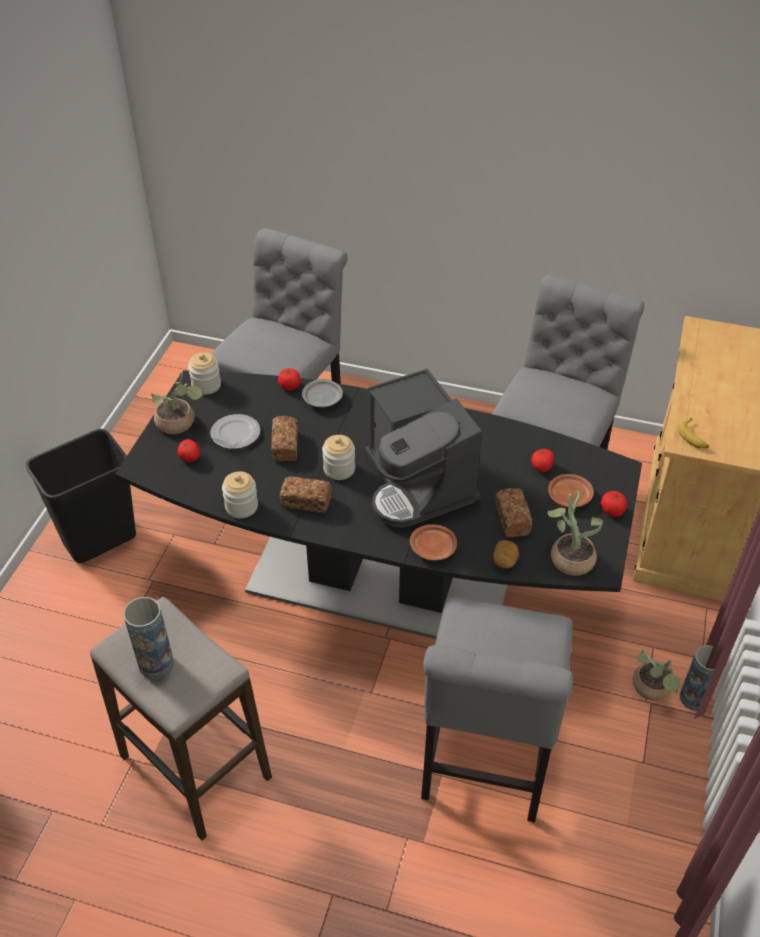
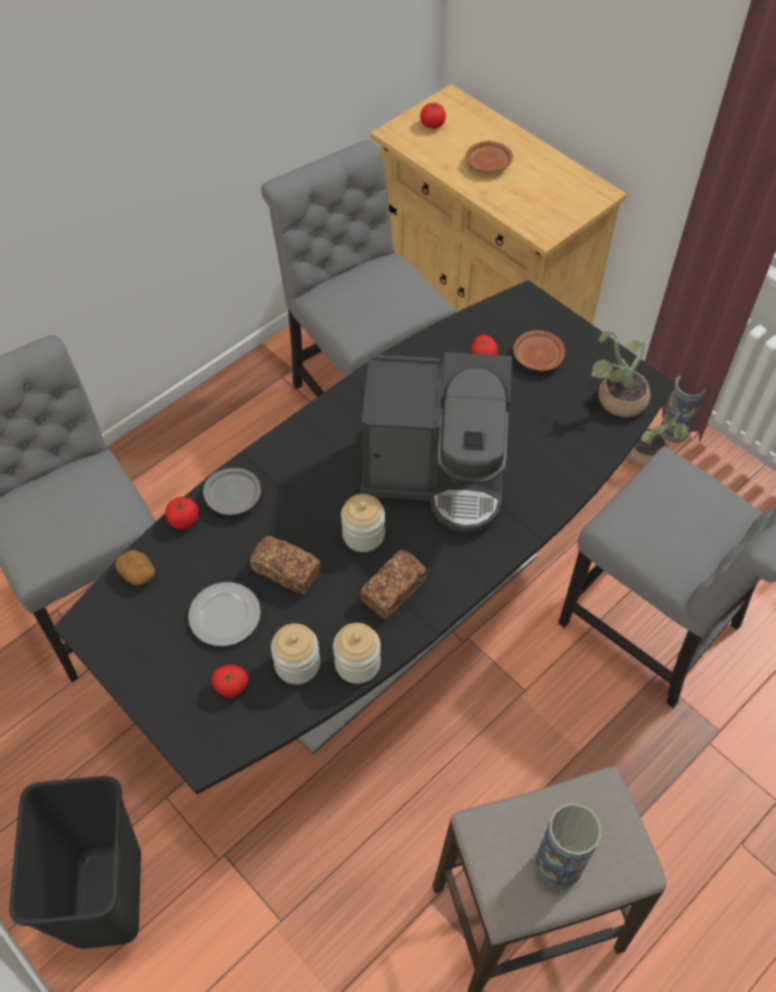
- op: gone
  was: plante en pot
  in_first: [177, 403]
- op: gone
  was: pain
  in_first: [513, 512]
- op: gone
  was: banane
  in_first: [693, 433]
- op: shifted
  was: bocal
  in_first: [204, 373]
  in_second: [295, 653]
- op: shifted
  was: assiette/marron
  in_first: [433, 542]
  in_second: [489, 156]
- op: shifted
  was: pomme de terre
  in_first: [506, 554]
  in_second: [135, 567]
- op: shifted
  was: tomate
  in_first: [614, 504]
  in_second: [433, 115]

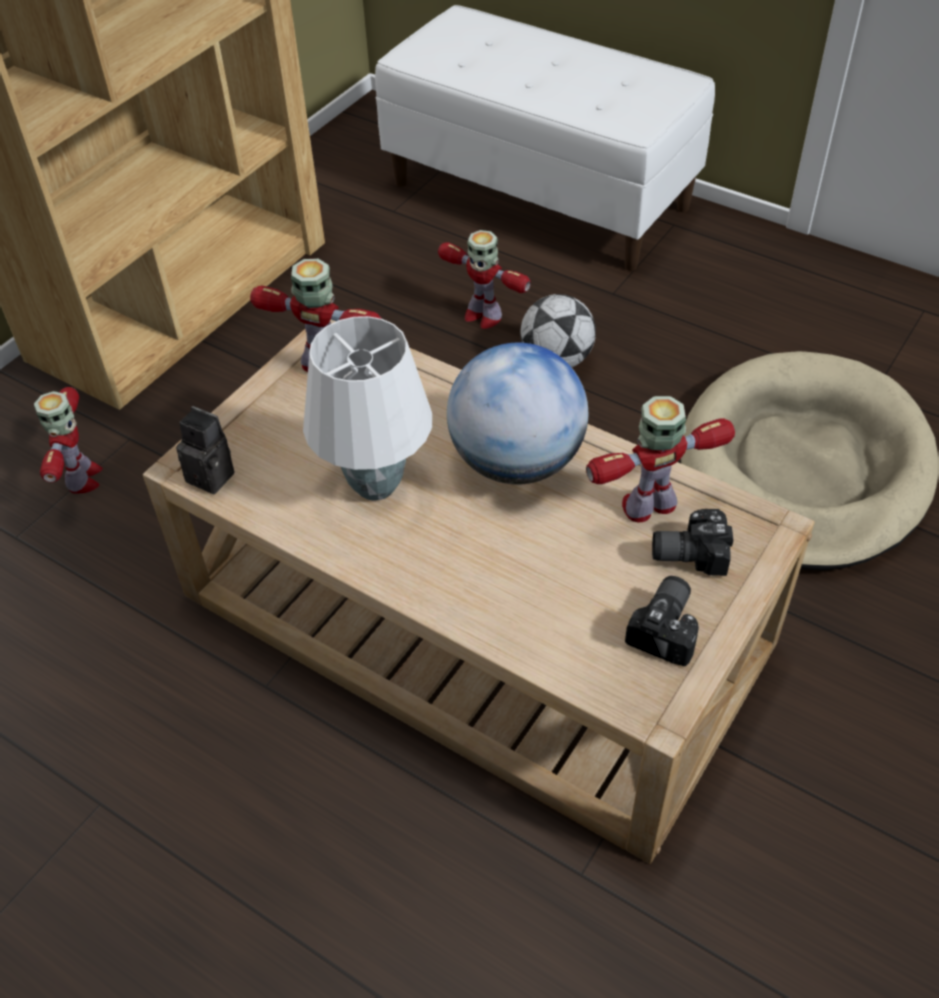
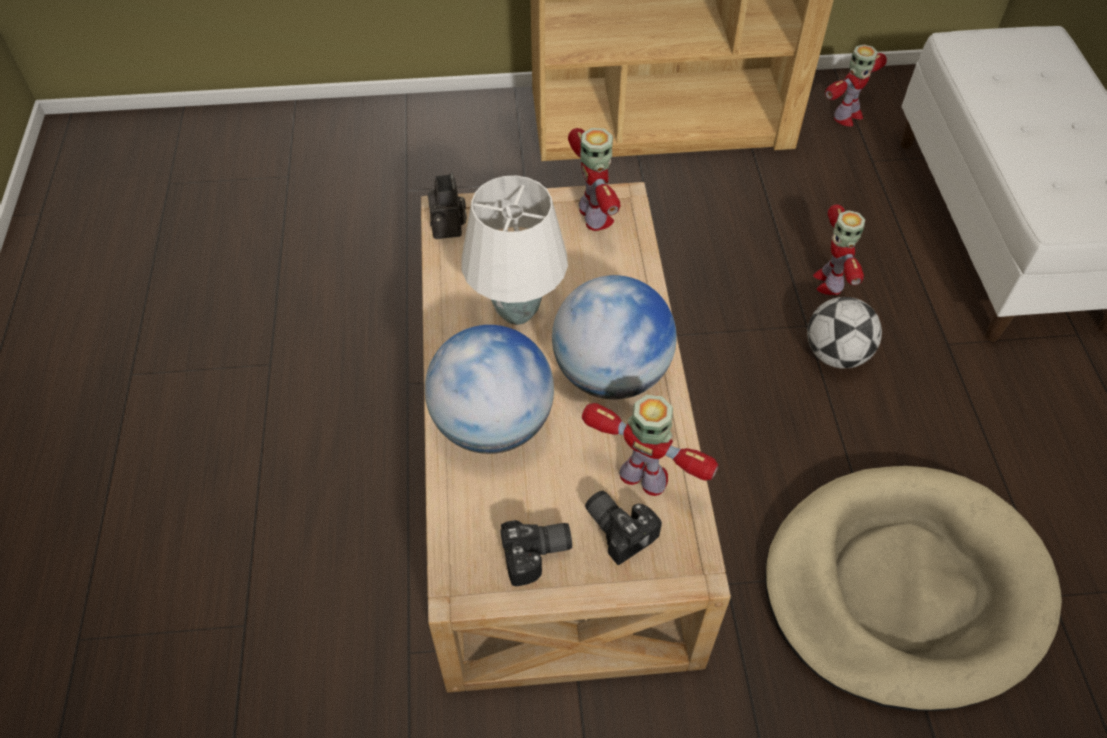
- op: new
  now: globe
  in_second: [489, 389]
- op: shifted
  was: robot jouet
  in_first: [68, 440]
  in_second: [856, 85]

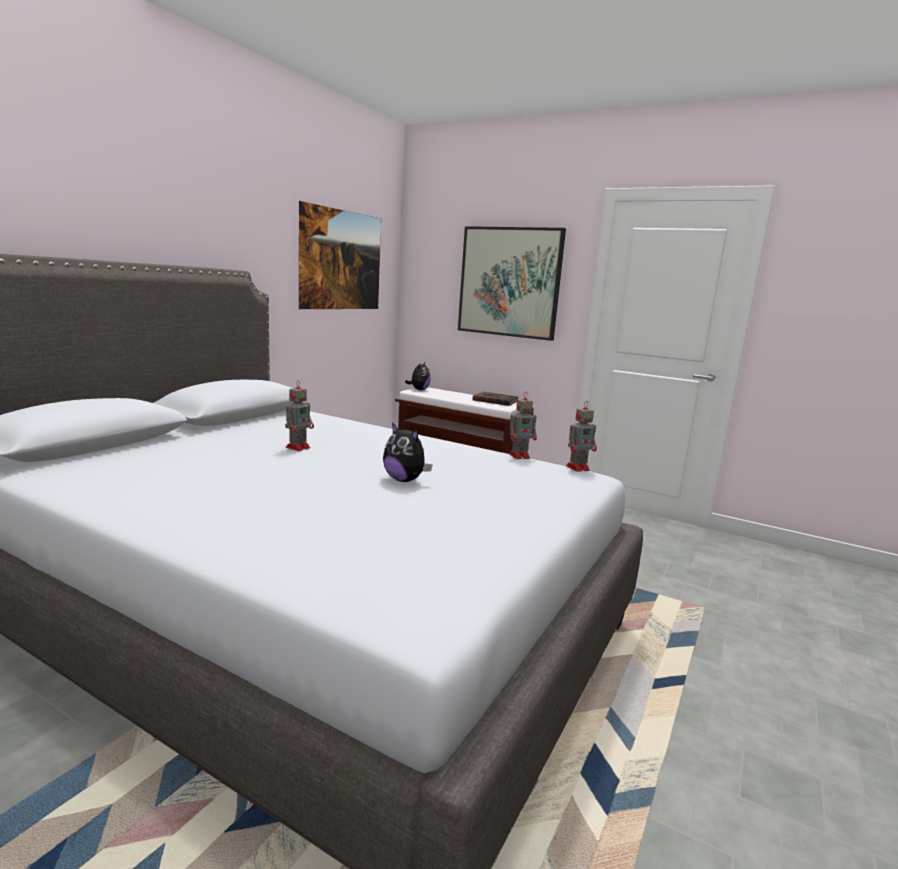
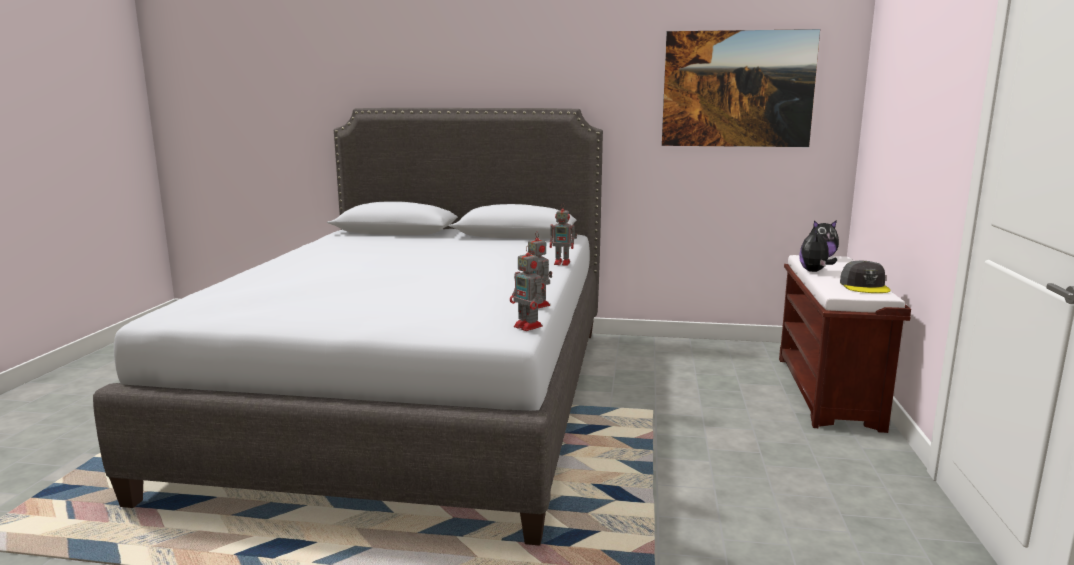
- op: gone
  was: tableau
  in_first: [512, 283]
- op: shifted
  was: robot jouet
  in_first: [299, 415]
  in_second: [563, 235]
- op: shifted
  was: peluche
  in_first: [407, 452]
  in_second: [818, 250]
- op: swapped
  was: livre/marron
  now: casquette/gris
  in_first: [496, 399]
  in_second: [865, 277]

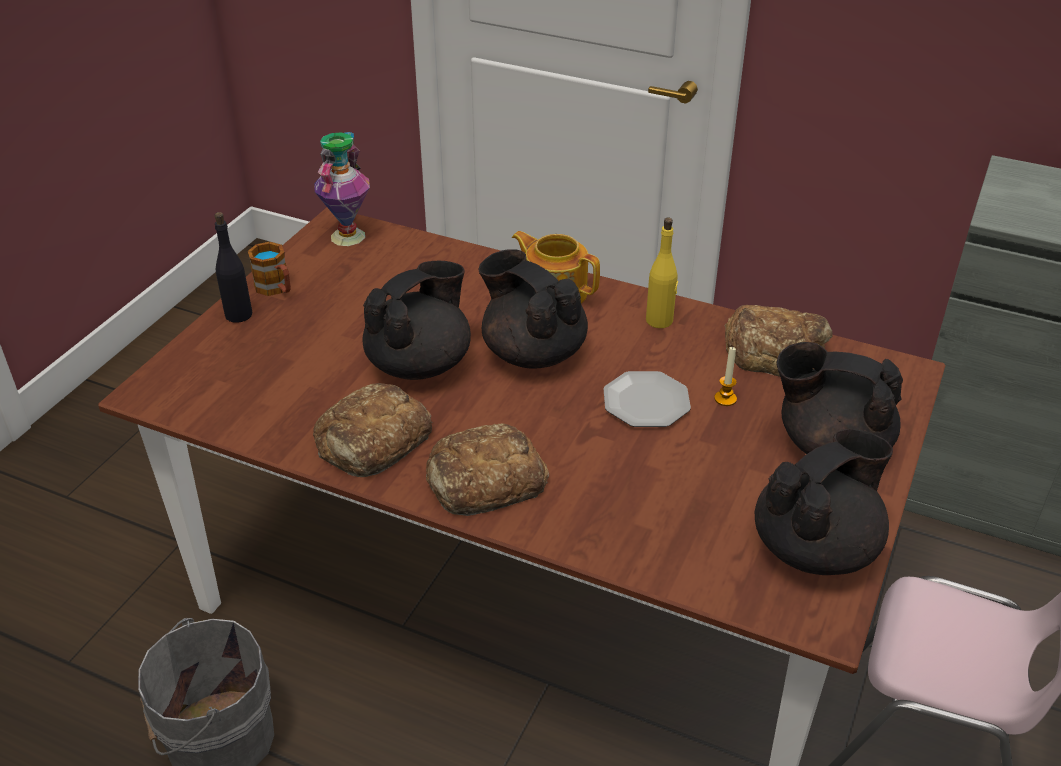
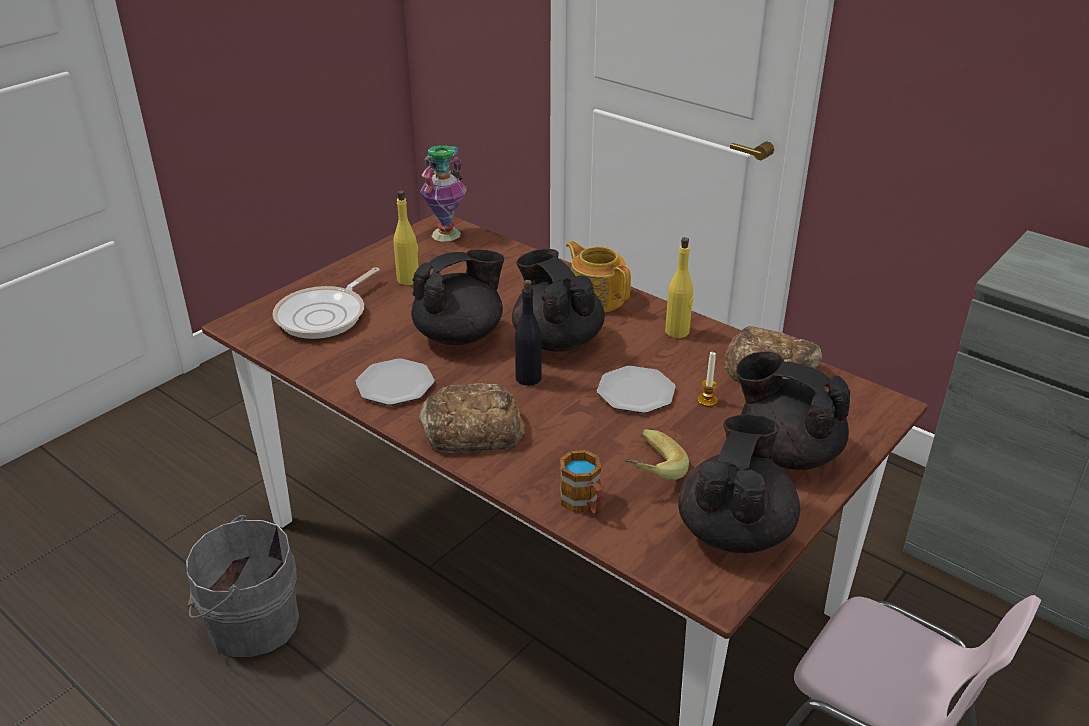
- op: new
  now: poêle
  in_second: [326, 303]
- op: new
  now: bouteille/jaune
  in_second: [406, 237]
- op: new
  now: banane
  in_second: [656, 454]
- op: shifted
  was: bouteille/noir
  in_first: [233, 267]
  in_second: [528, 333]
- op: shifted
  was: mug
  in_first: [269, 269]
  in_second: [581, 482]
- op: swapped
  was: pain
  now: assiette
  in_first: [372, 430]
  in_second: [395, 381]
- op: rotated
  was: théière/noir
  in_first: [824, 502]
  in_second: [739, 483]
  clockwise: -45

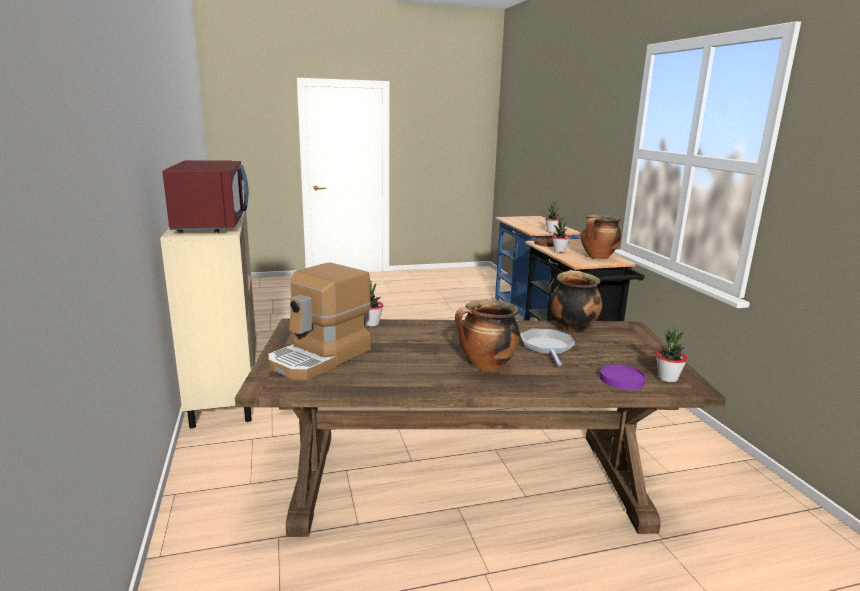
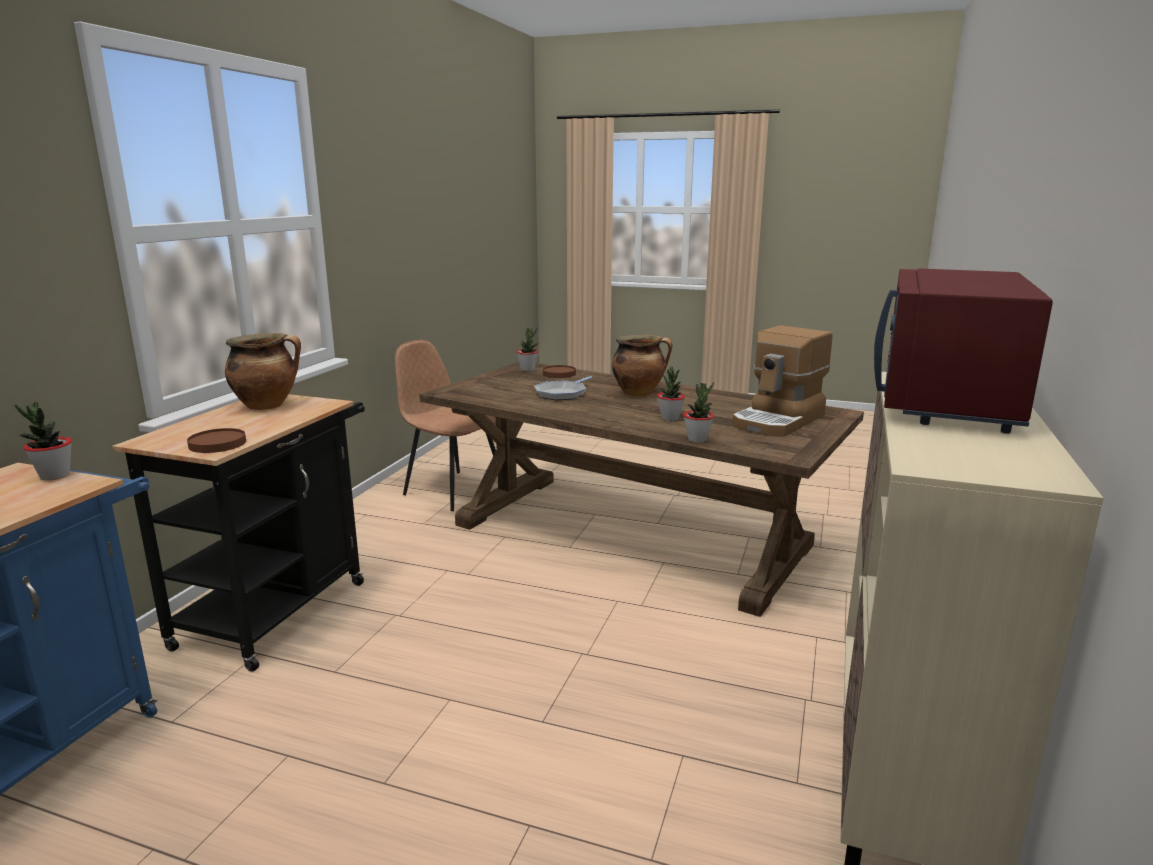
- op: gone
  was: marmite
  in_first: [576, 302]
- op: new
  now: chaise/marron
  in_second: [445, 425]
- op: shifted
  was: plante en pot
  in_first: [561, 235]
  in_second: [671, 394]
- op: repainted
  was: assiette/violet
  now: assiette/marron
  in_first: [623, 377]
  in_second: [559, 371]
- op: rotated
  was: machine à café
  in_first: [319, 321]
  in_second: [782, 381]
  clockwise: 150

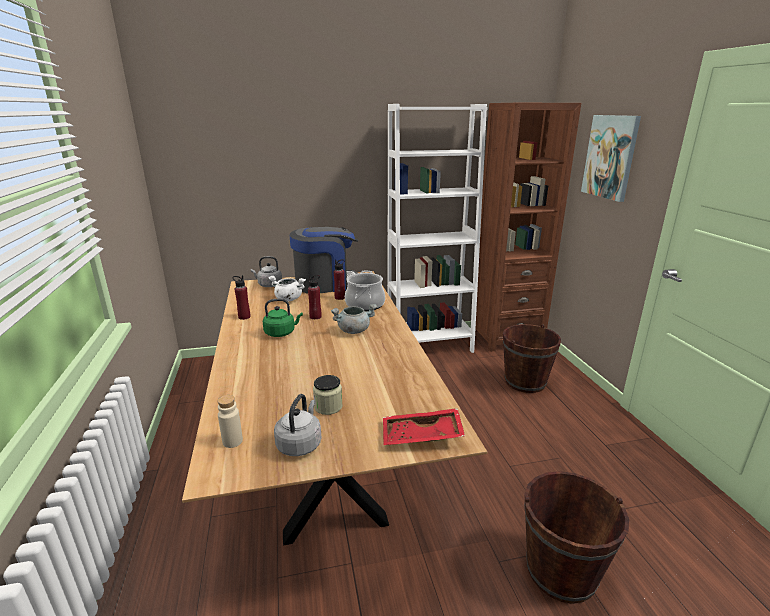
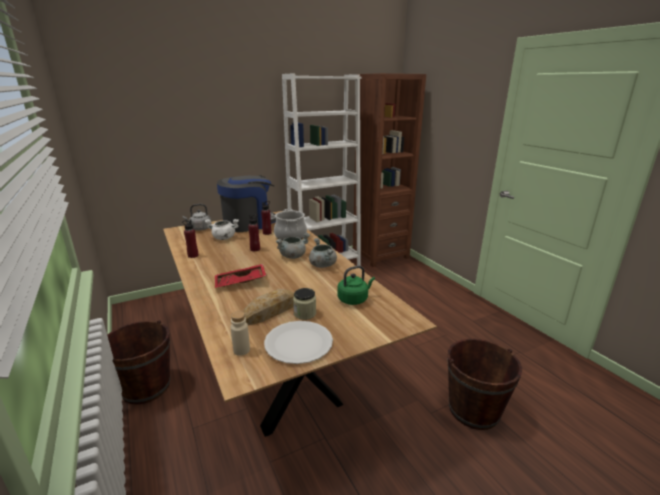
- op: gone
  was: tableau
  in_first: [611, 158]
- op: new
  now: pain
  in_second: [268, 307]
- op: new
  now: marmite/gris
  in_second: [323, 253]
- op: shifted
  was: bouilloire/vert
  in_first: [283, 318]
  in_second: [356, 285]
- op: shifted
  was: plateau/rouge
  in_first: [424, 426]
  in_second: [240, 276]
- op: shifted
  was: seau/marron
  in_first: [532, 358]
  in_second: [138, 362]
- op: swapped
  was: bouilloire/gris
  now: assiette/blanc
  in_first: [298, 425]
  in_second: [298, 342]

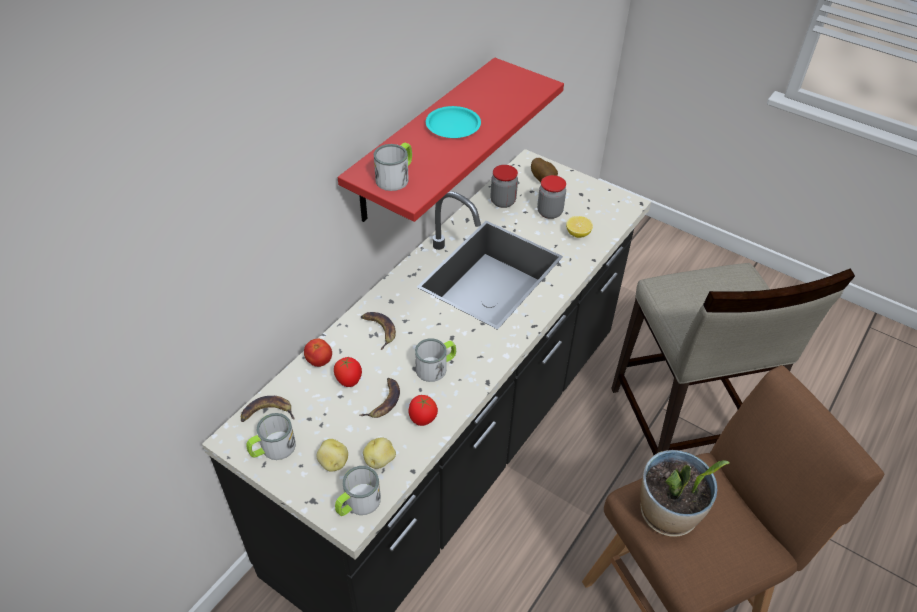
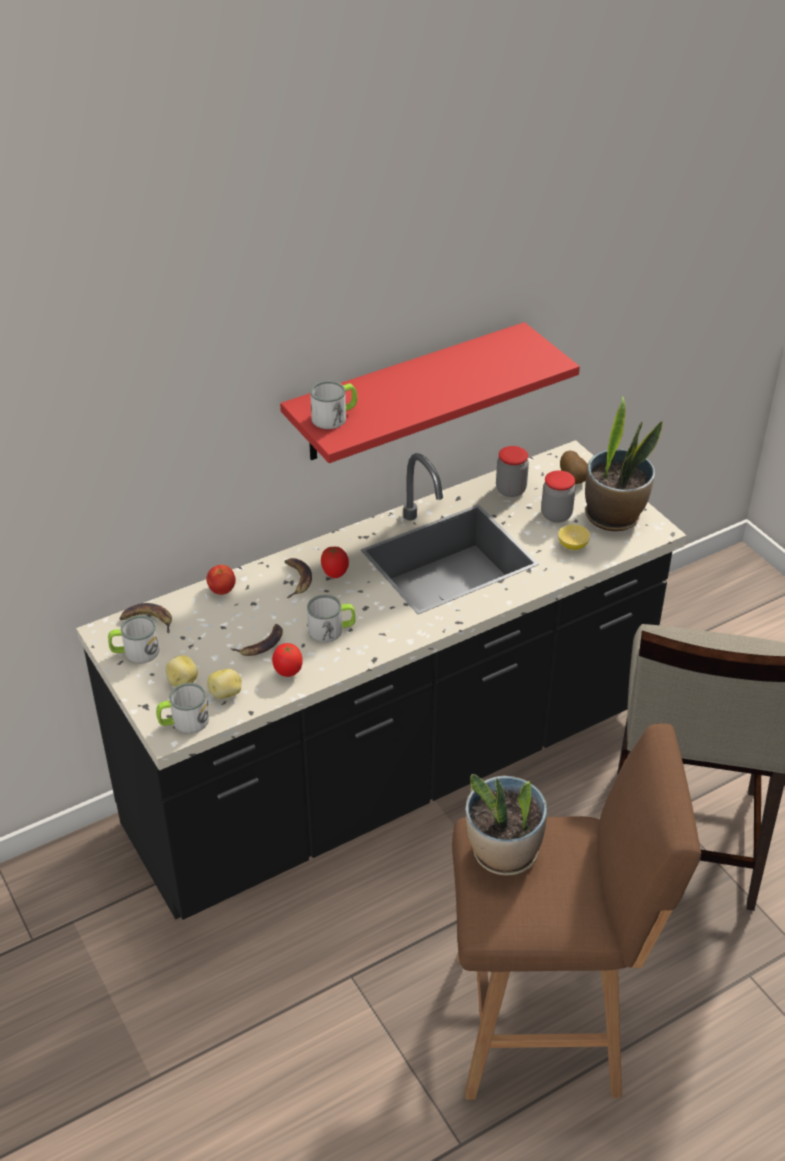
- op: gone
  was: assiette/turquoise
  in_first: [453, 122]
- op: new
  now: plante en pot
  in_second: [624, 463]
- op: shifted
  was: tomate
  in_first: [348, 372]
  in_second: [335, 562]

